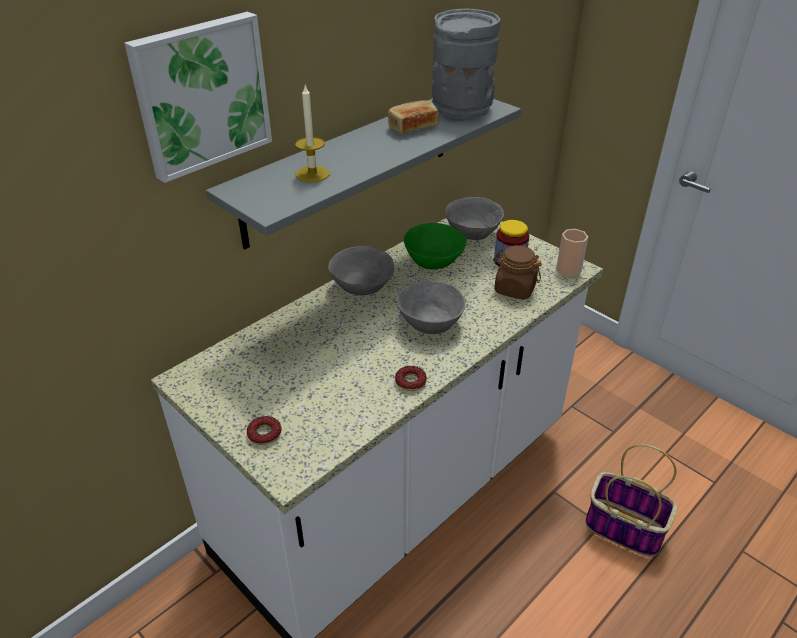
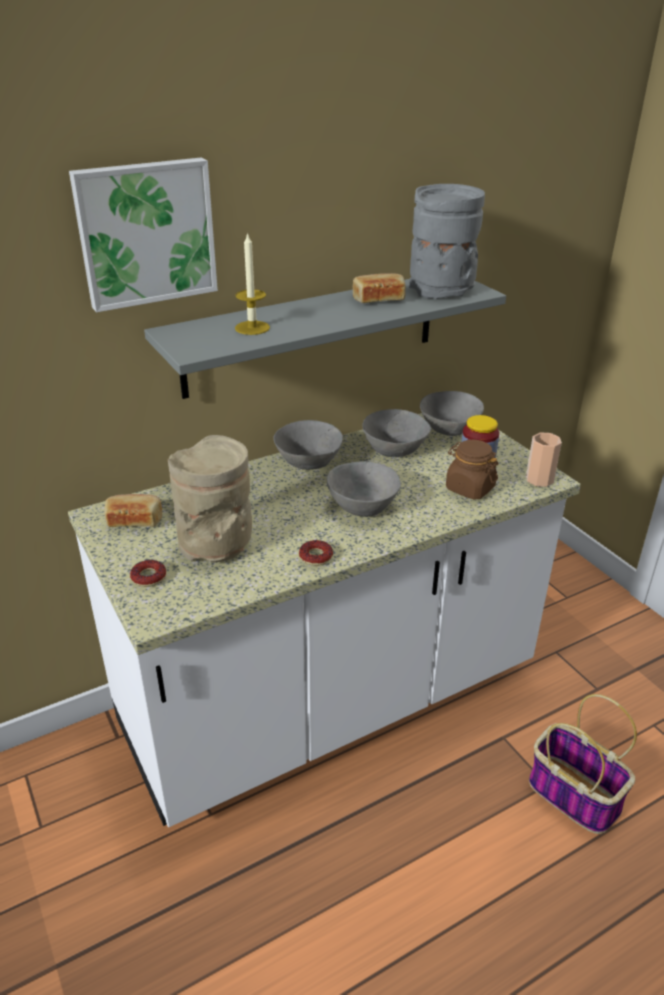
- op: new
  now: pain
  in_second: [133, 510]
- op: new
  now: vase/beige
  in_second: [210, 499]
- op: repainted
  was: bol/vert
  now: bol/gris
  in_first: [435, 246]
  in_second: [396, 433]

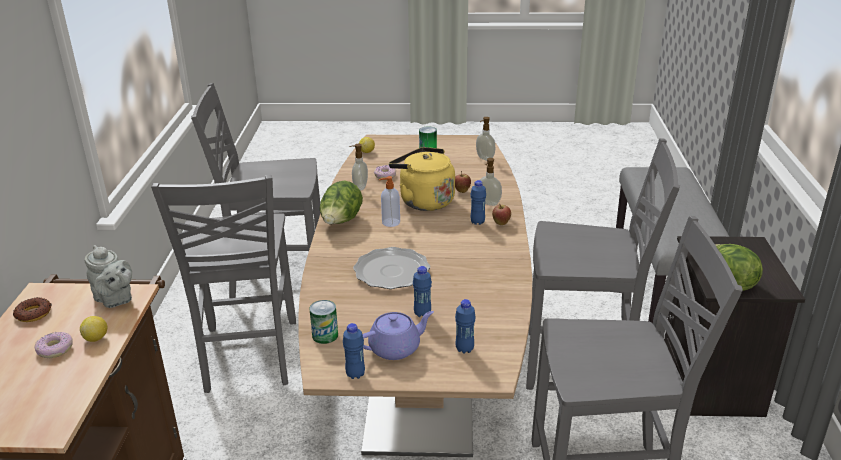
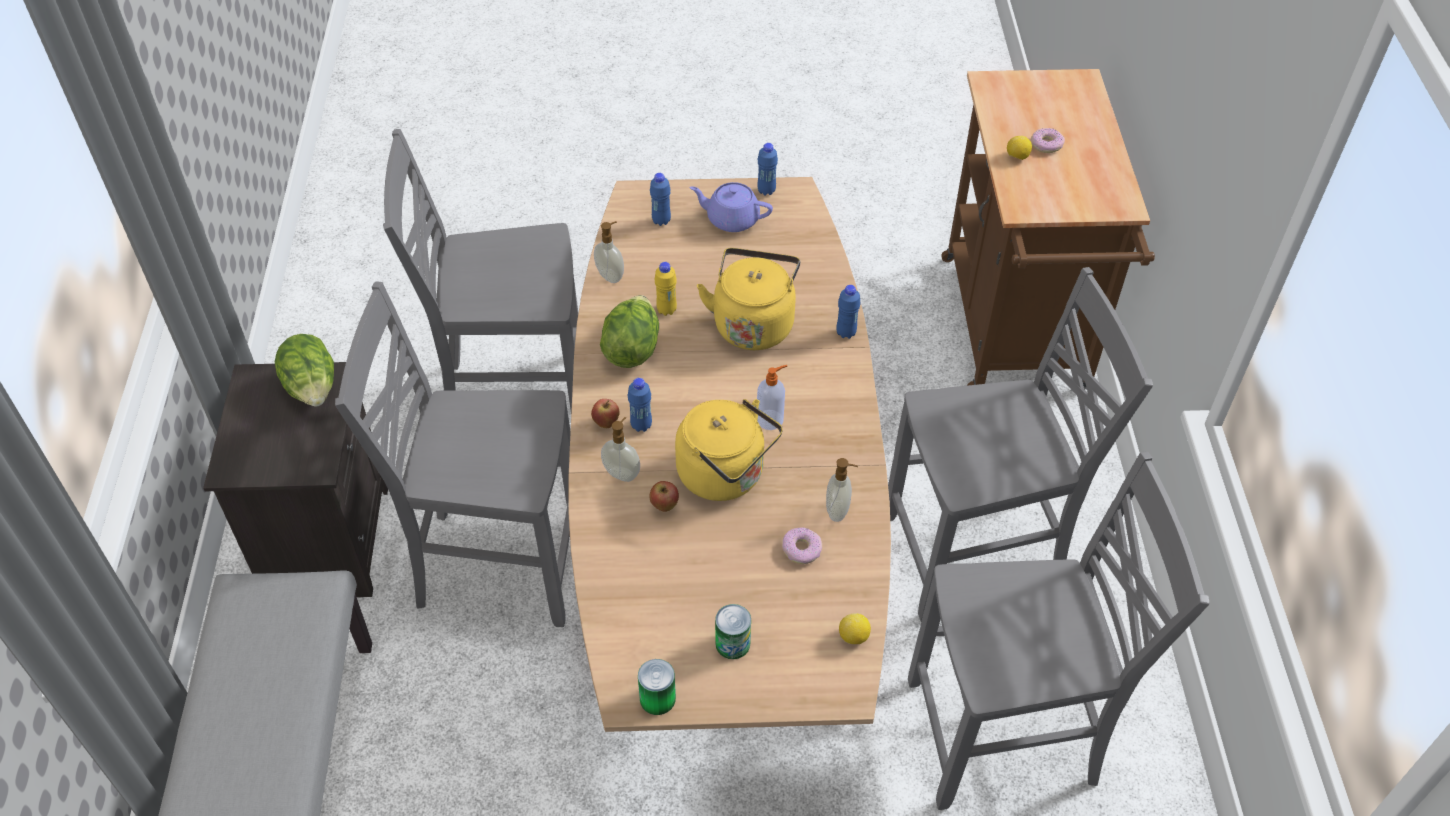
- op: gone
  was: beignet
  in_first: [32, 309]
- op: gone
  was: théière/gris
  in_first: [108, 276]
- op: new
  now: bouteille/jaune
  in_second: [666, 289]
- op: shifted
  was: boîte métallique
  in_first: [323, 322]
  in_second: [657, 687]
- op: shifted
  was: laitue
  in_first: [341, 202]
  in_second: [629, 331]
- op: shifted
  was: bouteille/bleu
  in_first: [422, 291]
  in_second: [848, 312]
- op: shifted
  was: distributeur de savon
  in_first: [485, 139]
  in_second: [609, 252]
- op: swapped
  was: assiette
  now: bouilloire/jaune
  in_first: [391, 268]
  in_second: [748, 299]
- op: rotated
  was: chaise/gris
  in_first: [223, 284]
  in_second: [1020, 444]
  clockwise: 90
- op: rotated
  was: théière/violet
  in_first: [398, 335]
  in_second: [731, 207]
  clockwise: 45

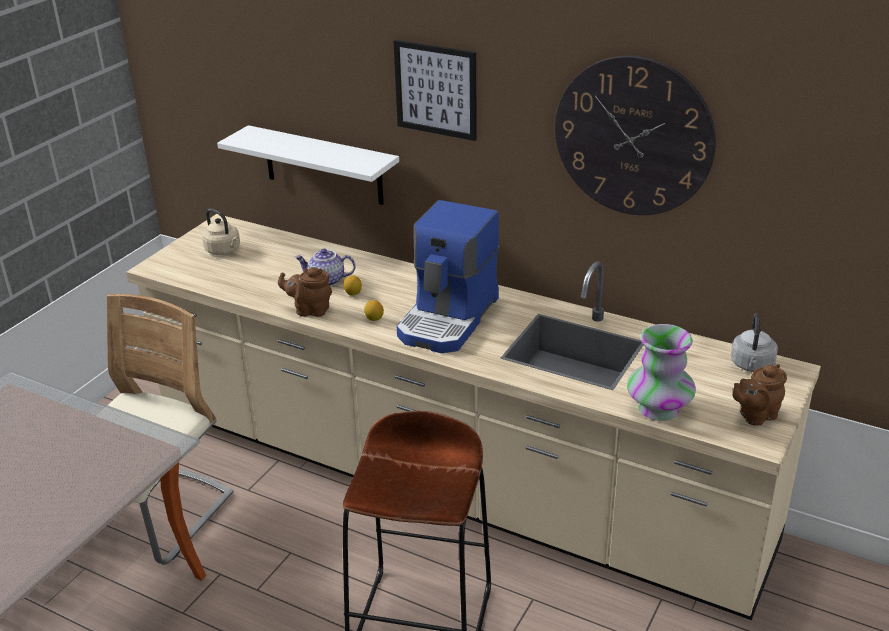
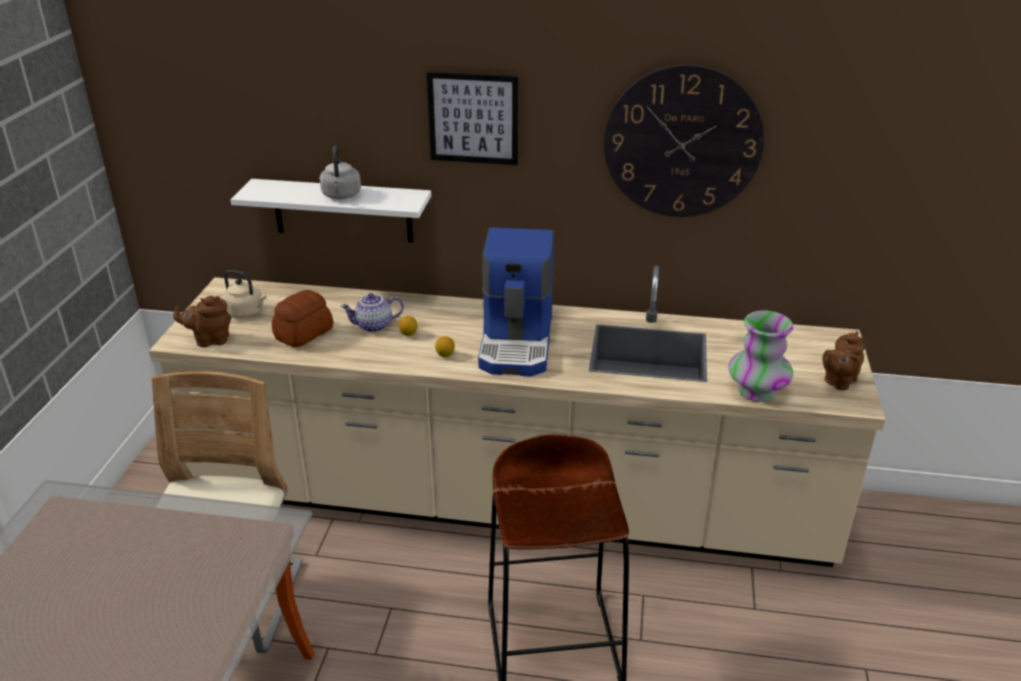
- op: new
  now: pain
  in_second: [302, 318]
- op: shifted
  was: théière/marron
  in_first: [305, 292]
  in_second: [202, 321]
- op: shifted
  was: bouilloire/gris
  in_first: [754, 342]
  in_second: [340, 172]

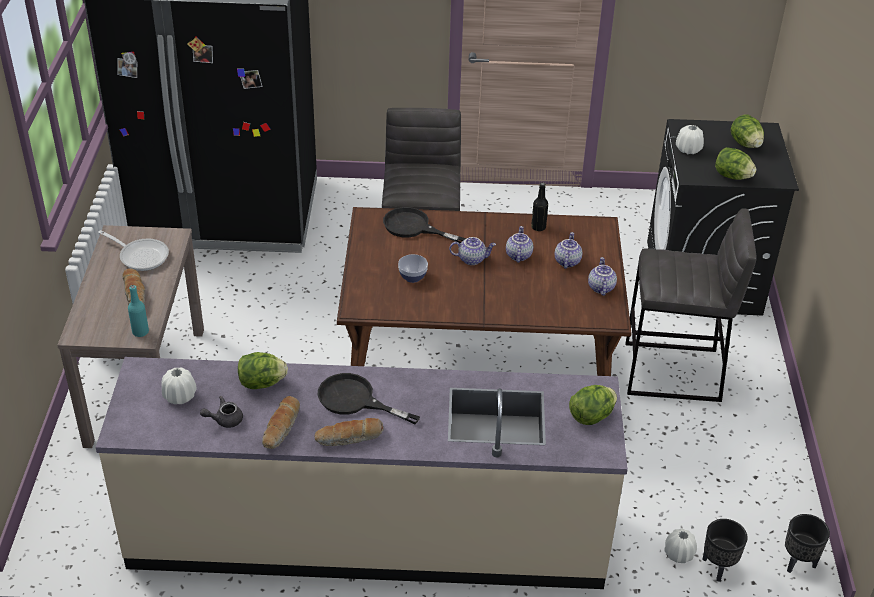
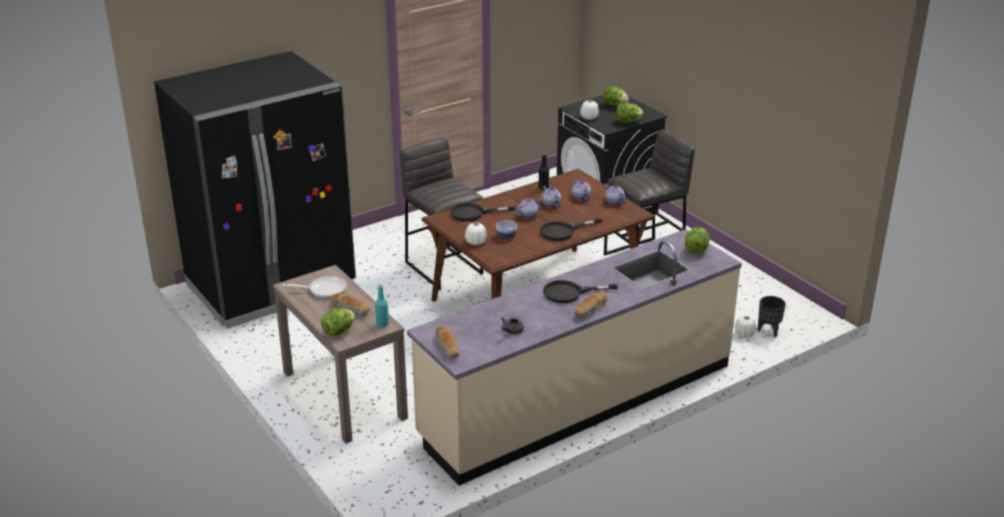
- op: gone
  was: cache-pot/noir
  in_first: [807, 543]
- op: new
  now: poêle/noir
  in_second: [571, 229]
- op: shifted
  was: vase/blanc
  in_first: [178, 386]
  in_second: [475, 233]
- op: shifted
  was: laitue
  in_first: [263, 370]
  in_second: [338, 322]
- op: shifted
  was: pain
  in_first: [281, 422]
  in_second: [447, 342]

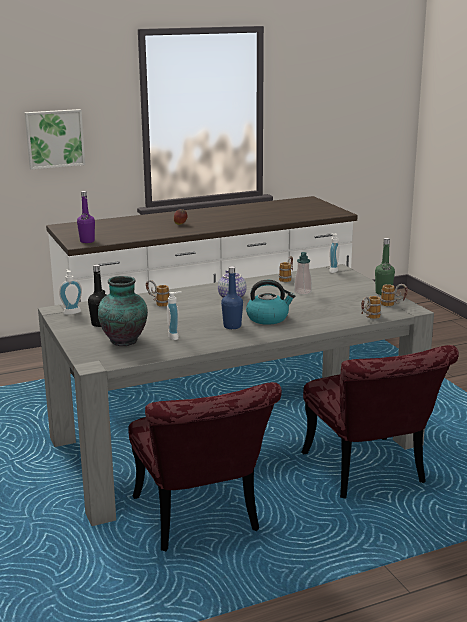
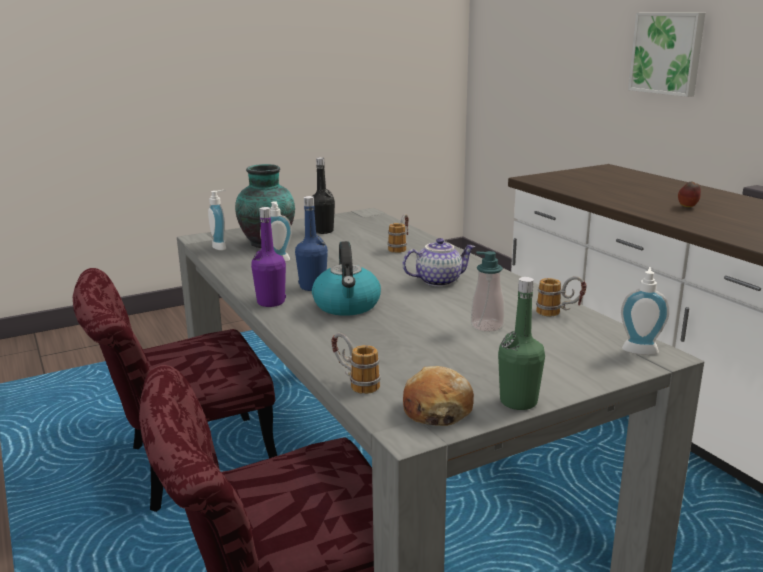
- op: shifted
  was: distributeur de savon
  in_first: [70, 292]
  in_second: [217, 220]
- op: shifted
  was: bouteille/violet
  in_first: [86, 217]
  in_second: [268, 257]
- op: swapped
  was: mug
  now: pain
  in_first: [394, 295]
  in_second: [438, 396]

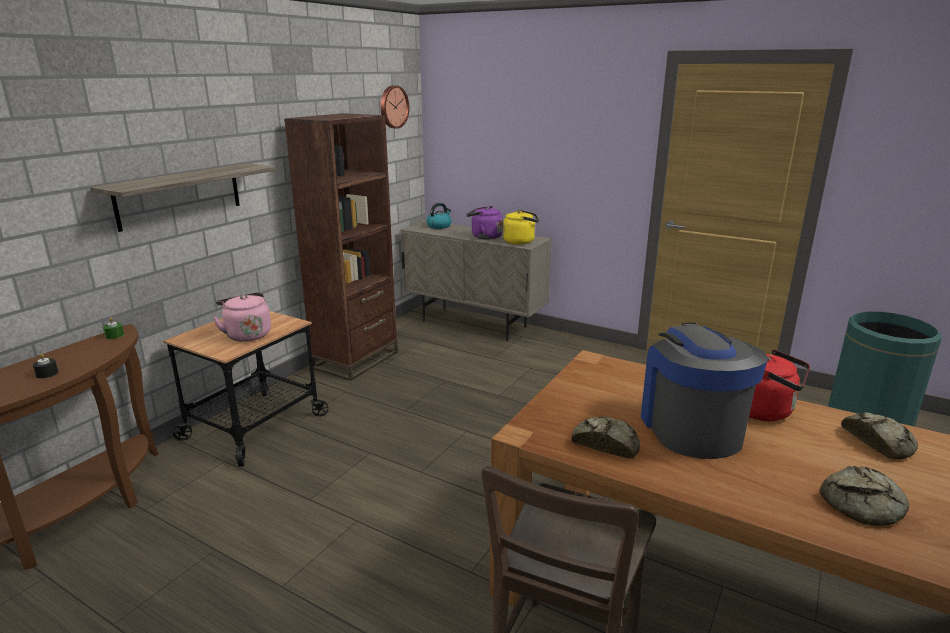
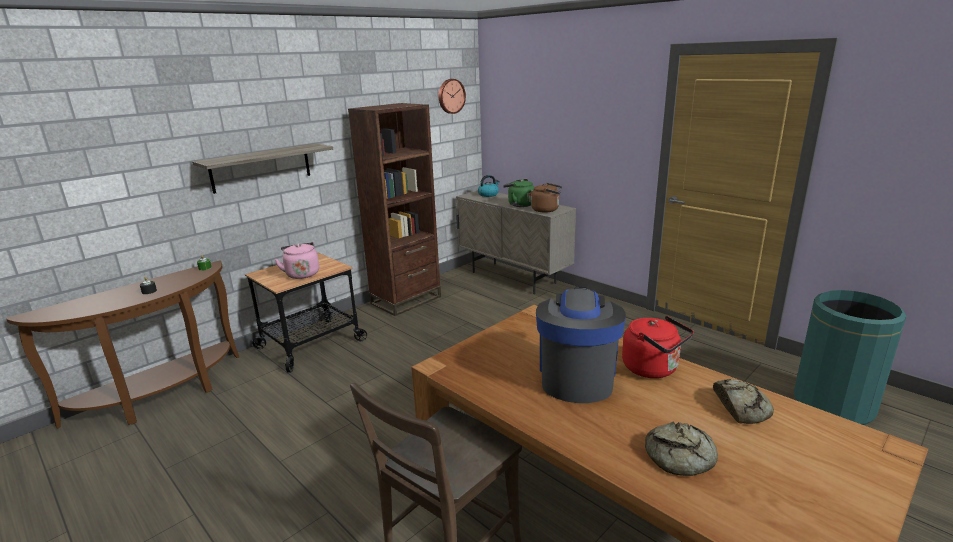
- op: gone
  was: pain
  in_first: [605, 437]
- op: repainted
  was: bouilloire/violet
  now: bouilloire/vert
  in_first: [484, 222]
  in_second: [518, 193]
- op: repainted
  was: bouilloire/jaune
  now: bouilloire/marron
  in_first: [521, 227]
  in_second: [546, 198]

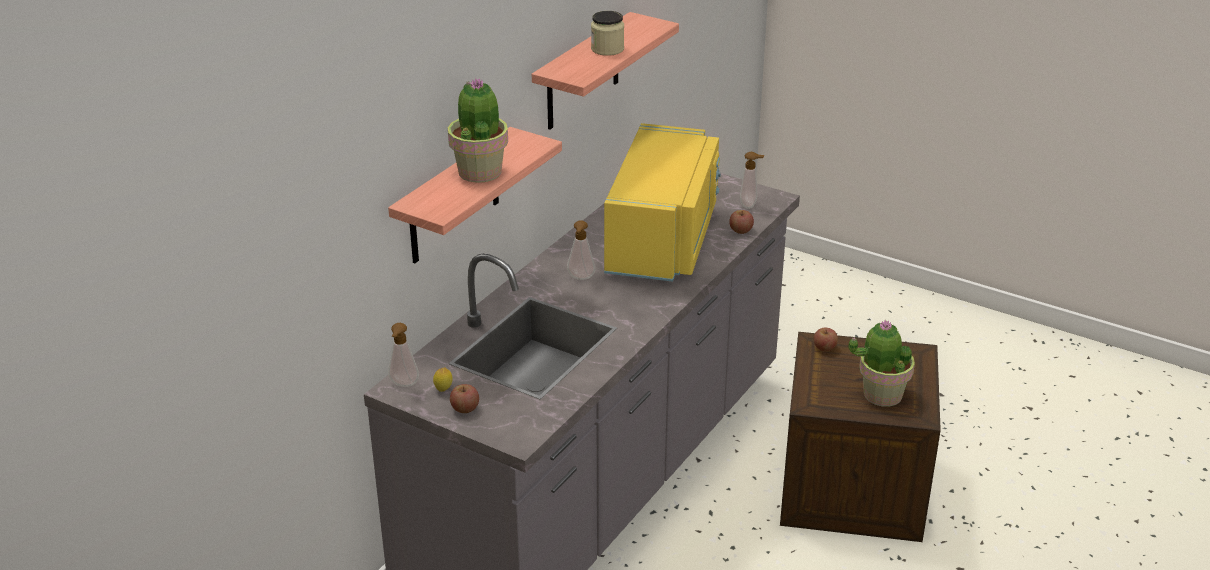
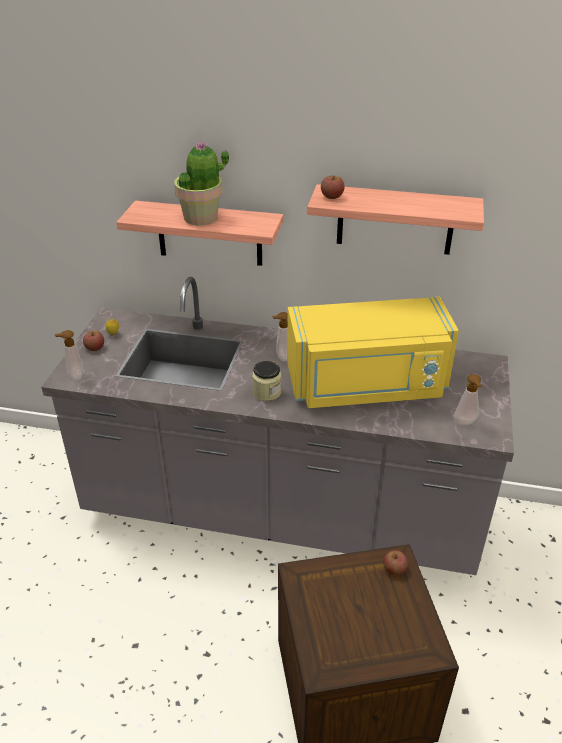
- op: gone
  was: plante en pot
  in_first: [882, 363]
- op: shifted
  was: distributeur de savon
  in_first: [403, 355]
  in_second: [69, 355]
- op: shifted
  was: bocal
  in_first: [607, 33]
  in_second: [266, 381]
- op: shifted
  was: pomme
  in_first: [741, 222]
  in_second: [332, 187]

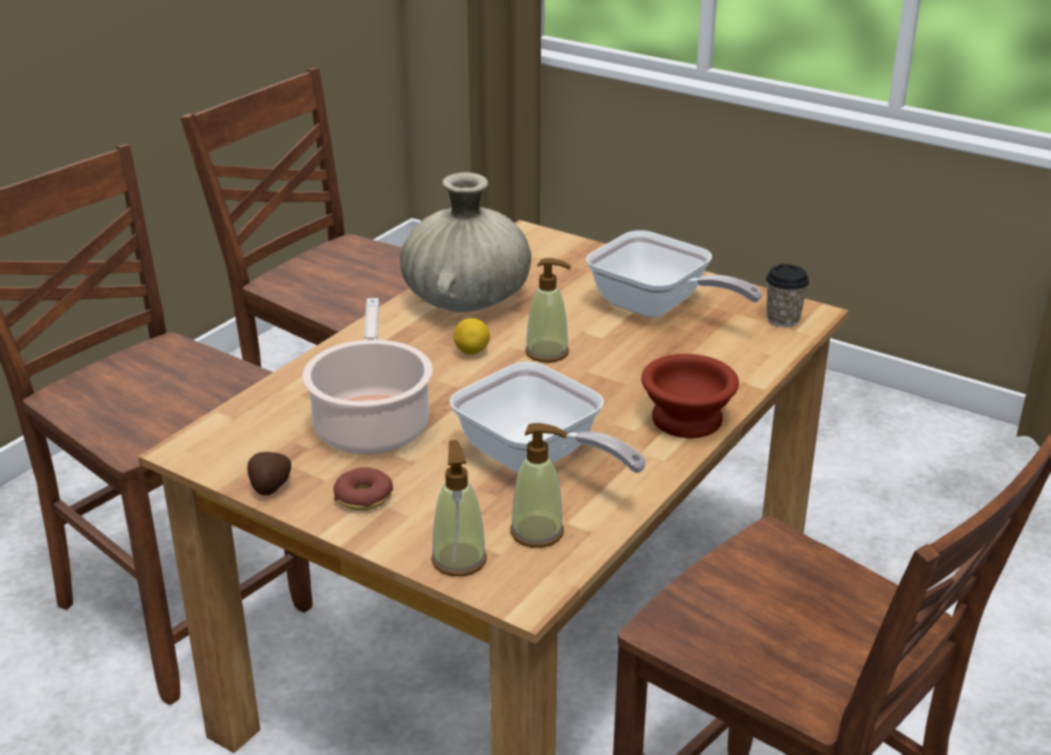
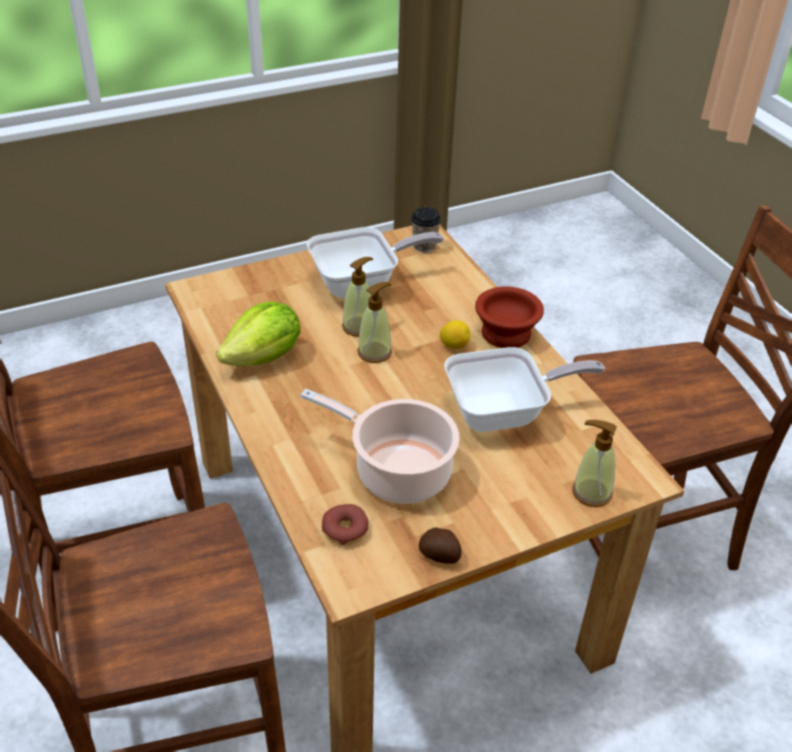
- op: shifted
  was: beignet
  in_first: [363, 488]
  in_second: [345, 524]
- op: shifted
  was: citron
  in_first: [472, 336]
  in_second: [455, 334]
- op: shifted
  was: distributeur de savon
  in_first: [539, 485]
  in_second: [357, 297]
- op: swapped
  was: vase/beige
  now: laitue
  in_first: [465, 242]
  in_second: [258, 334]

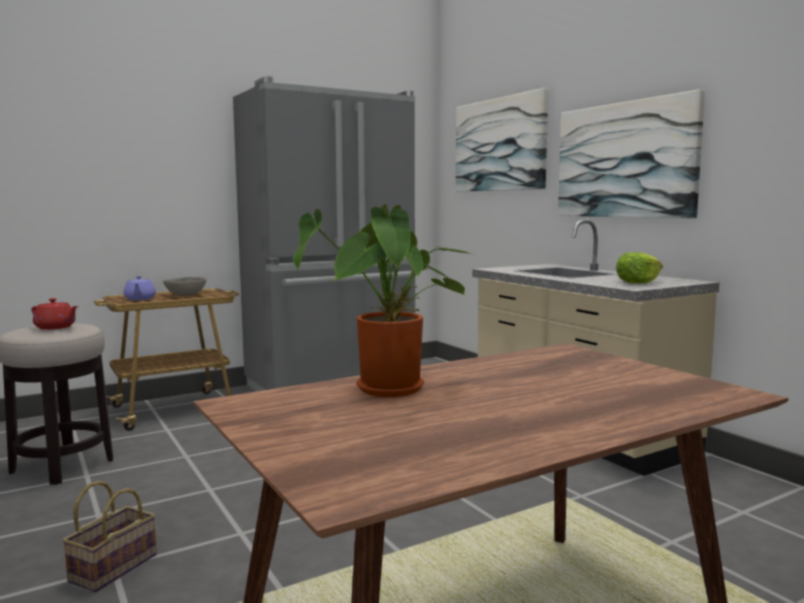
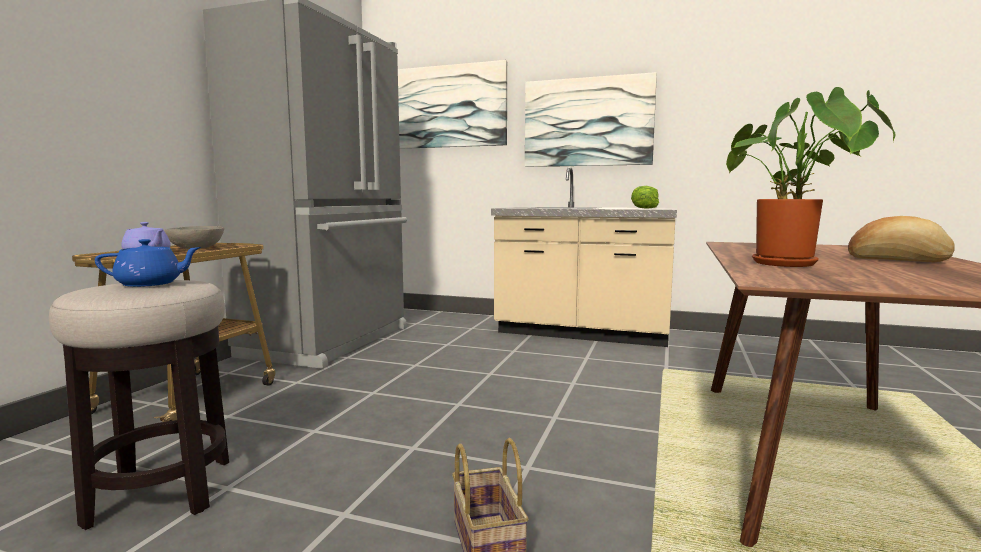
- op: new
  now: pain
  in_second: [901, 239]
- op: repainted
  was: théière/rouge
  now: théière/bleu
  in_first: [54, 314]
  in_second: [148, 263]

